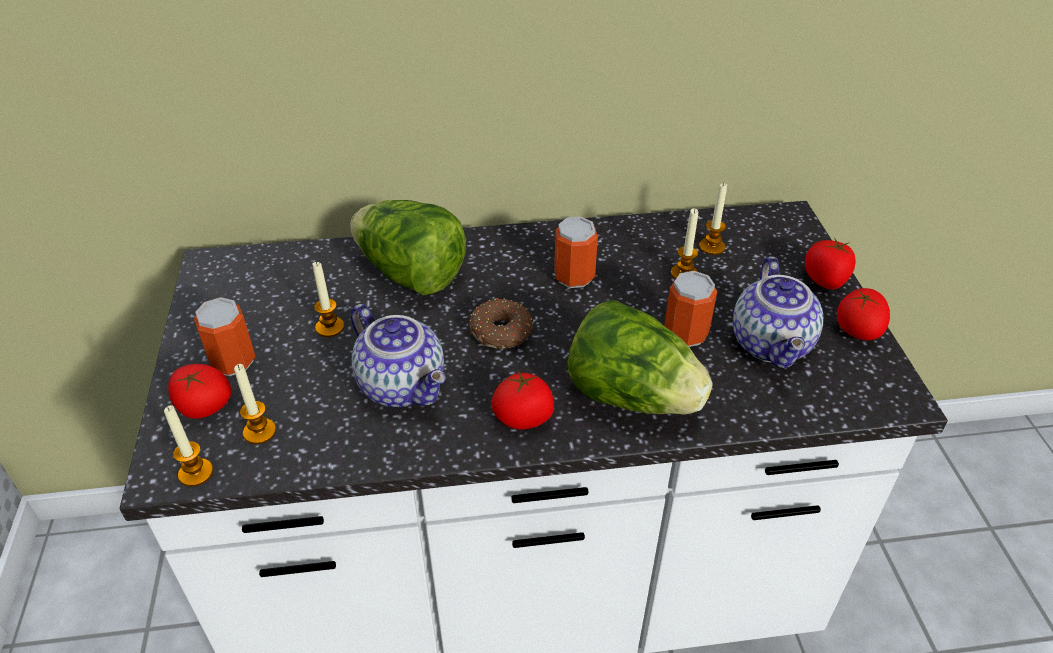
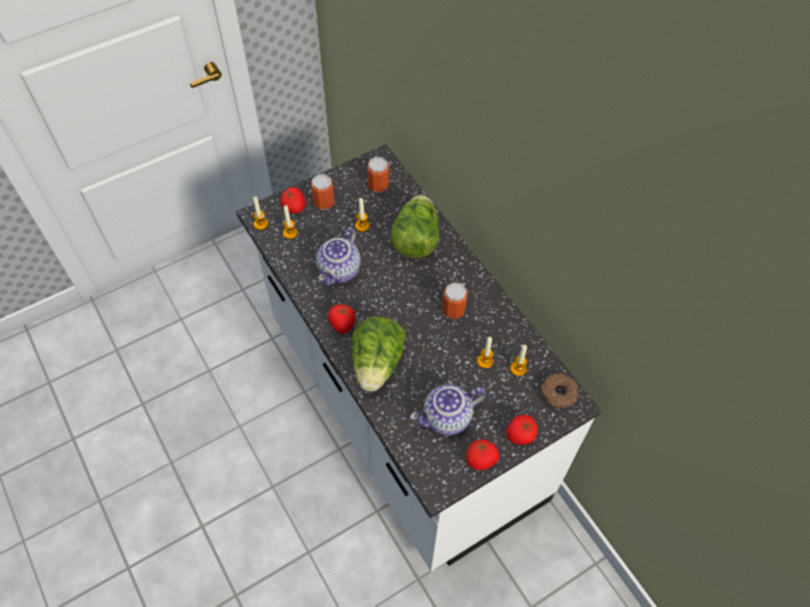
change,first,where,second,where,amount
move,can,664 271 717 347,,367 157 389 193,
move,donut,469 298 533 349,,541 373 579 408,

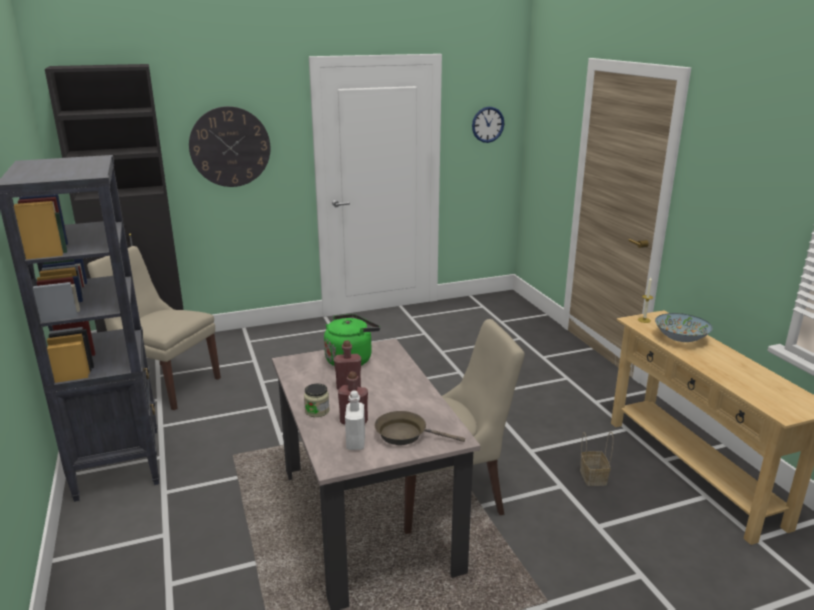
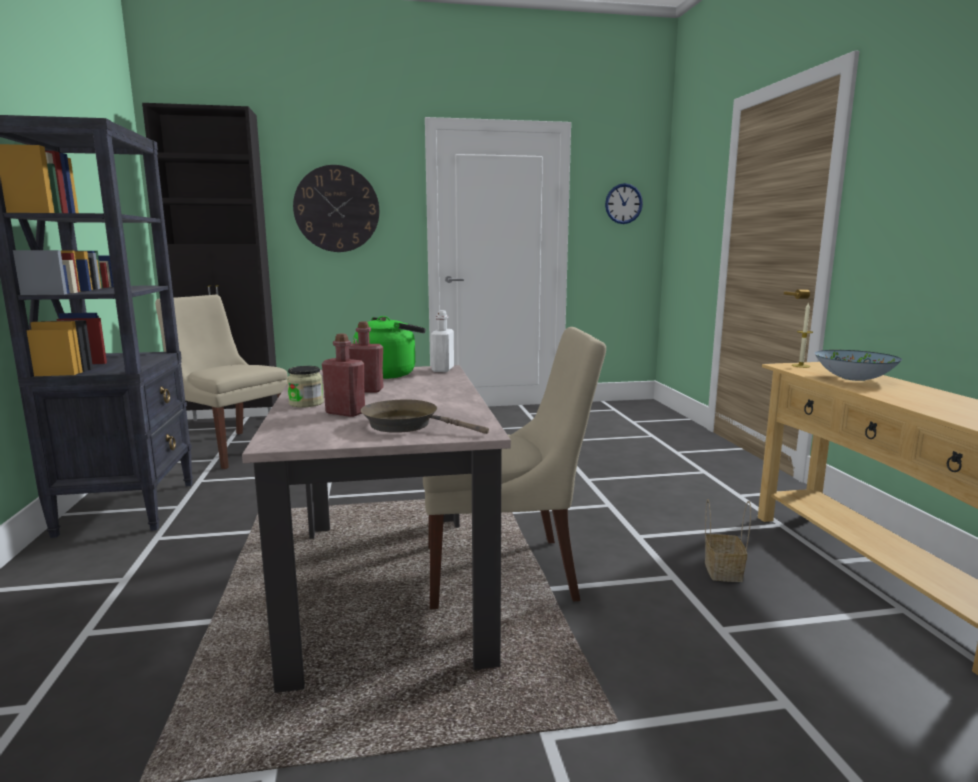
change,first,where,second,where,amount
move,bottle in white,345 391 365 450,,431 310 454 372,

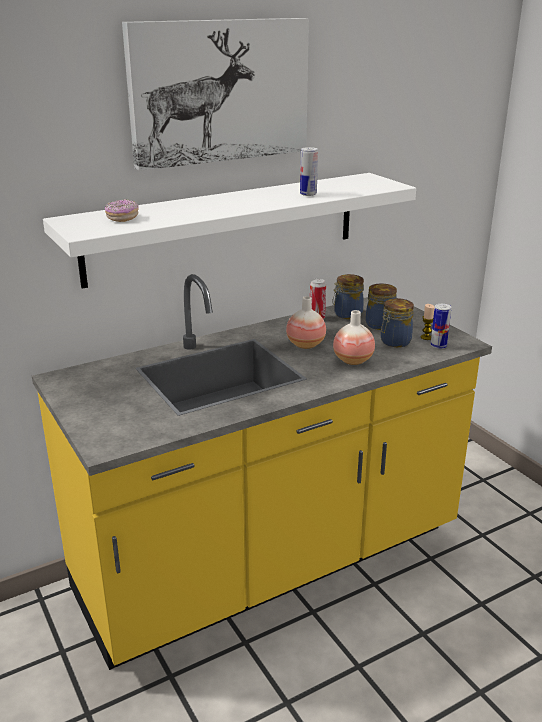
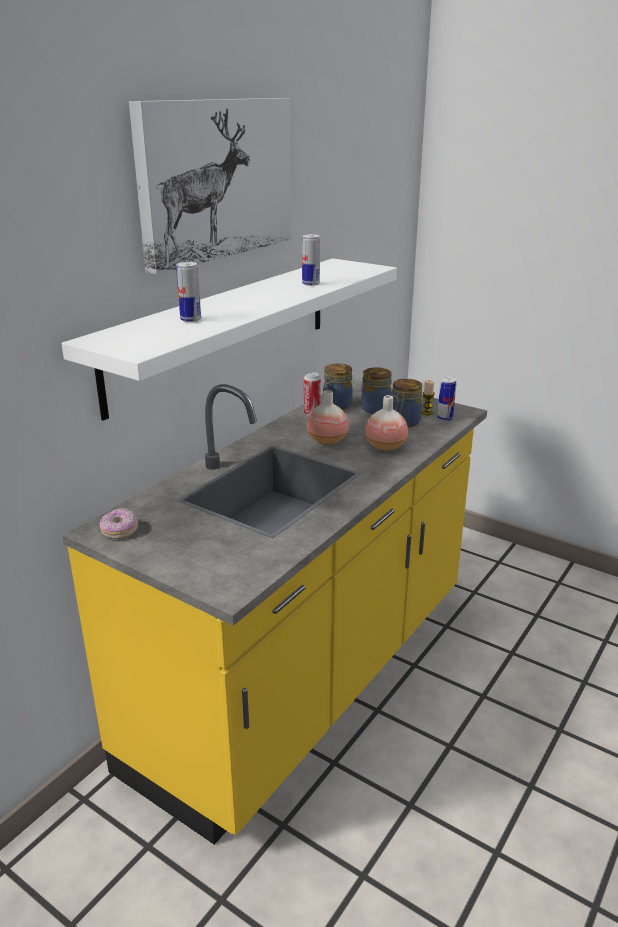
change,first,where,second,where,amount
move,donut,105 199 139 222,,99 508 138 539,
insert,,,can,176 262 201 322,

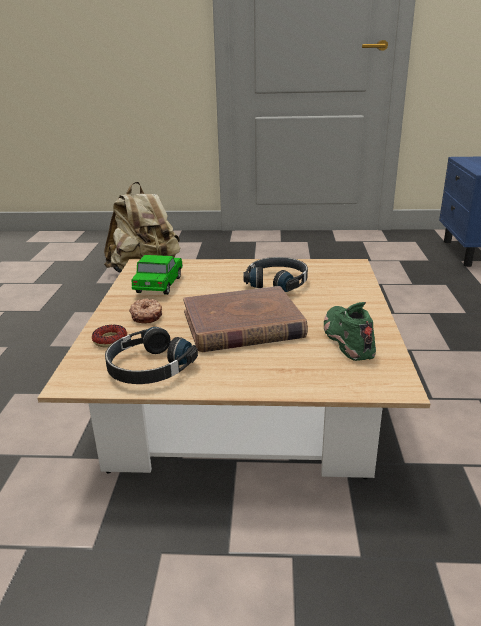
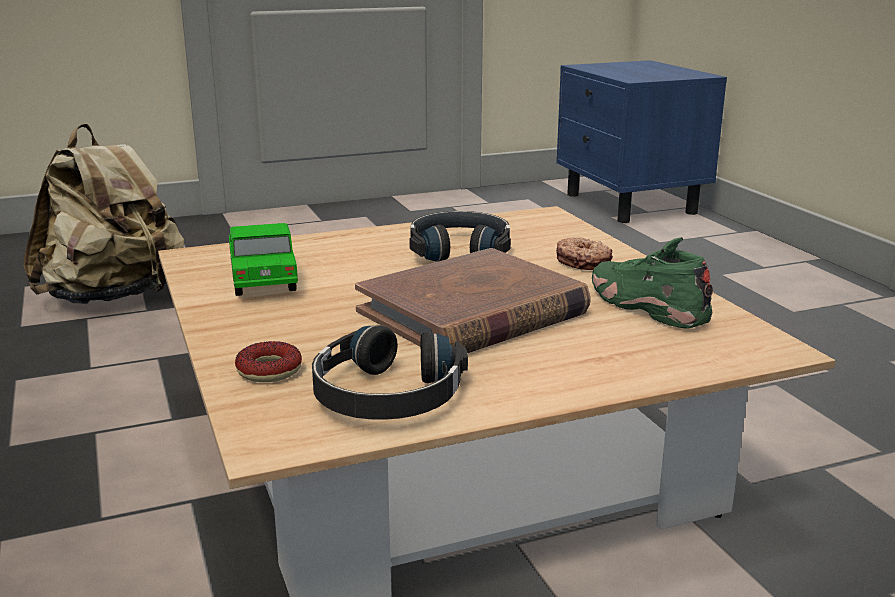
change,first,where,second,where,amount
move,donut,129 298 162 324,,556 237 613 270,

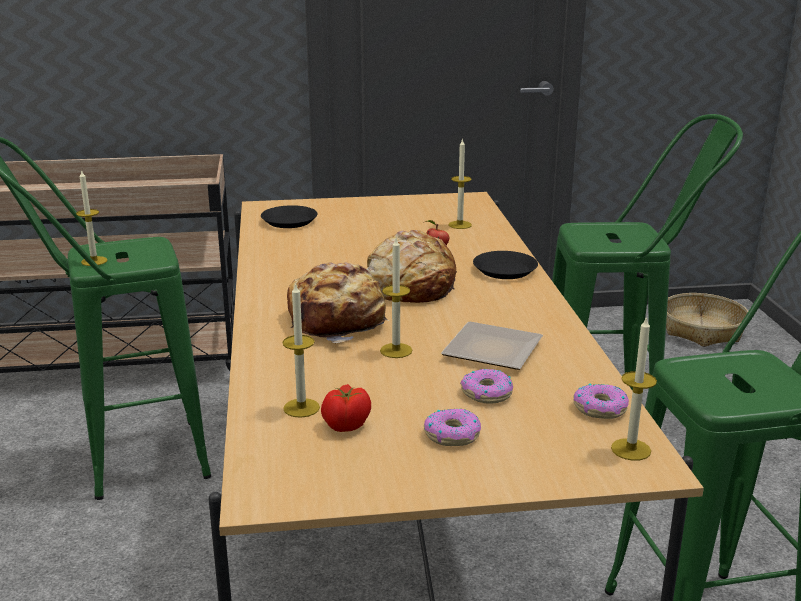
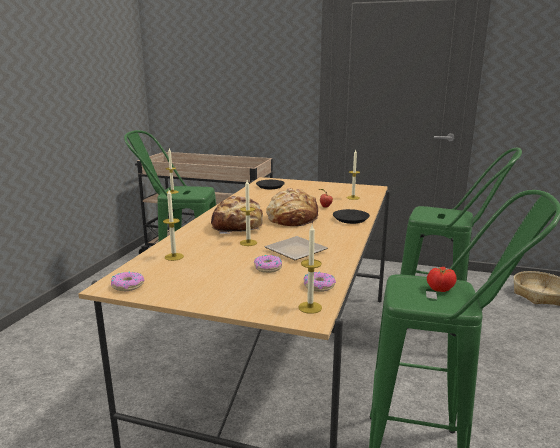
change,first,where,second,where,amount
move,tomato,321 384 371 432,,427 267 457 292,
move,donut,424 408 481 446,,111 271 145 291,

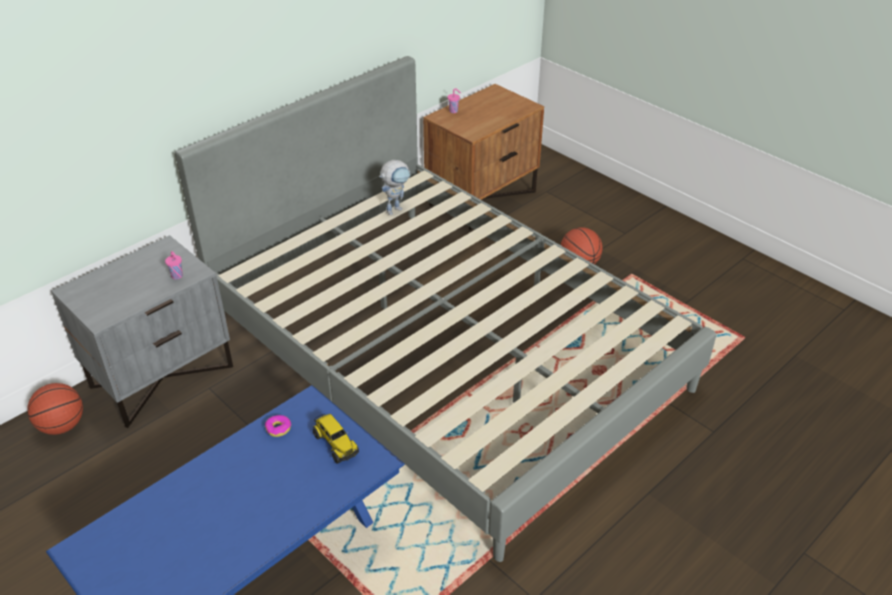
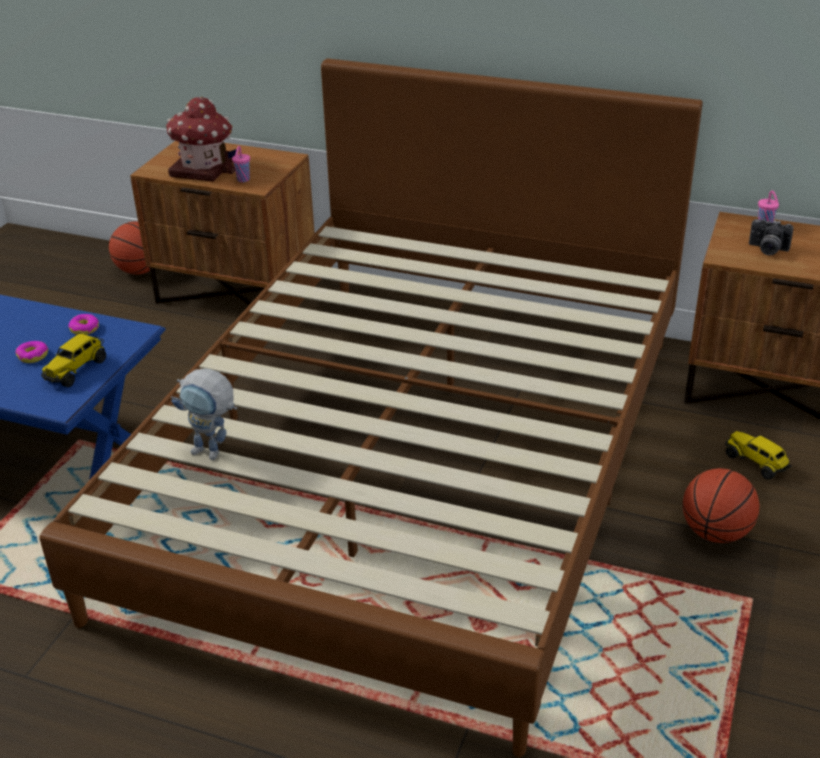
change,first,where,second,where,amount
recolor,bed in grey,175 56 716 562,bed in brown,40 58 703 757,
move,toy robot,379 160 410 215,,171 369 237 460,
recolor,nightstand in grey,51 235 233 428,nightstand in brown,130 141 315 305,
insert,,,toy house,166 97 237 182,
insert,,,photo camera,749 219 793 256,
insert,,,donut,16 341 49 363,
insert,,,toy truck,725 431 792 480,

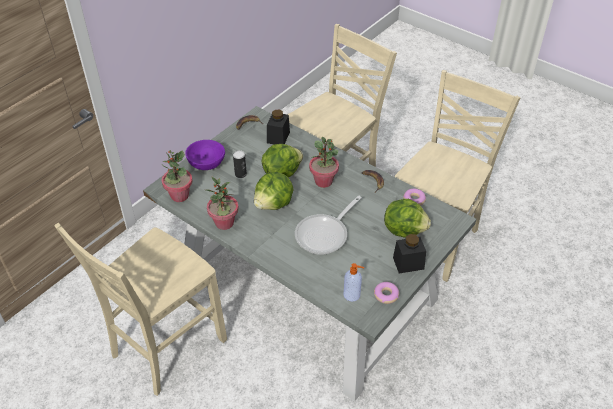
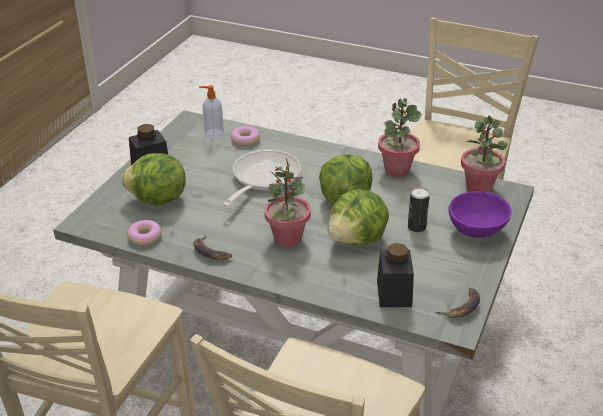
change,first,where,second,where,amount
move,donut,374 282 399 304,,231 126 260 146,

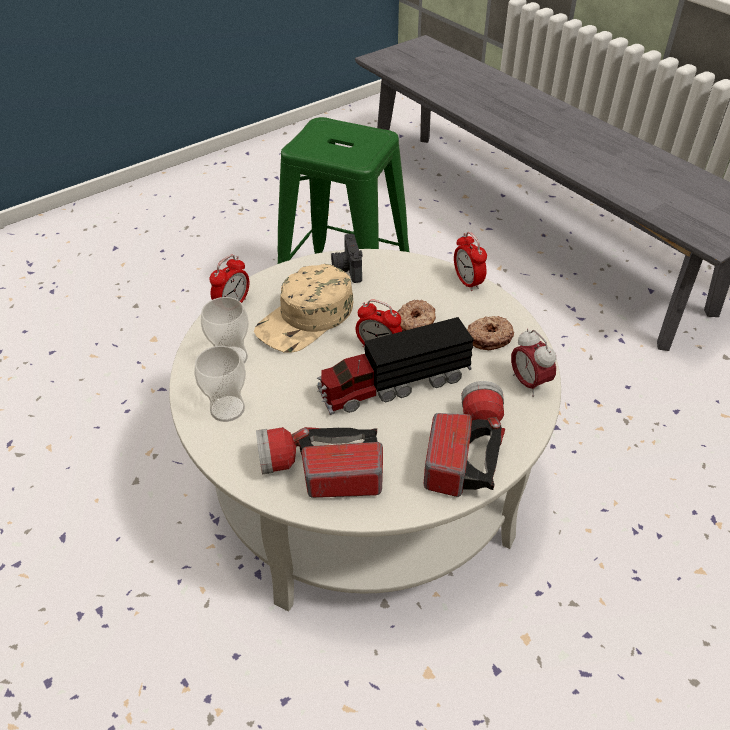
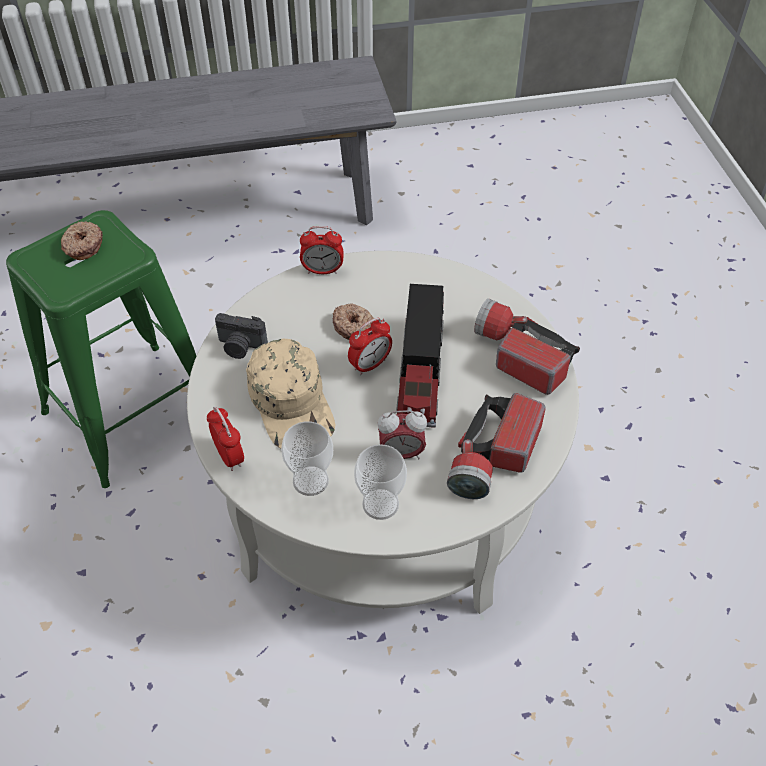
change,first,where,second,where,amount
move,donut,467 316 514 350,,61 221 103 260,
move,alarm clock,511 329 556 397,,377 410 427 459,

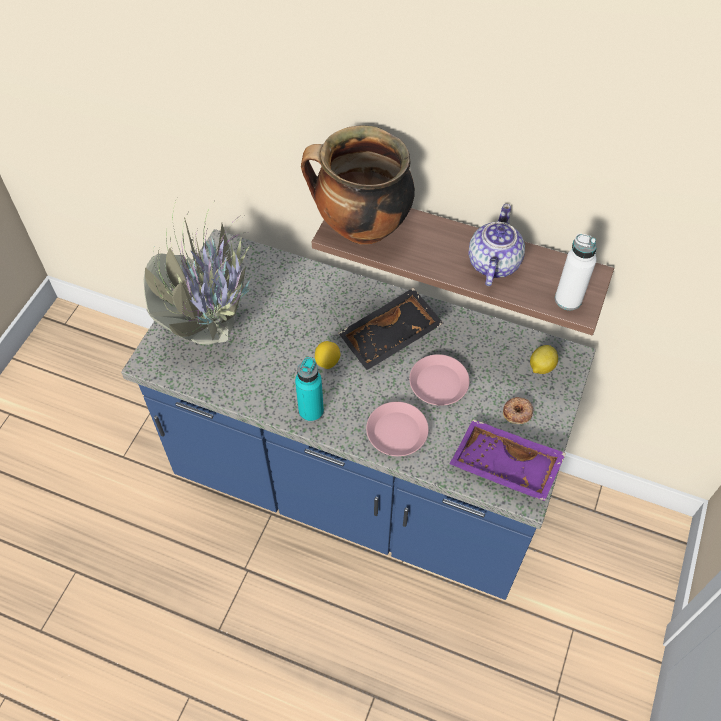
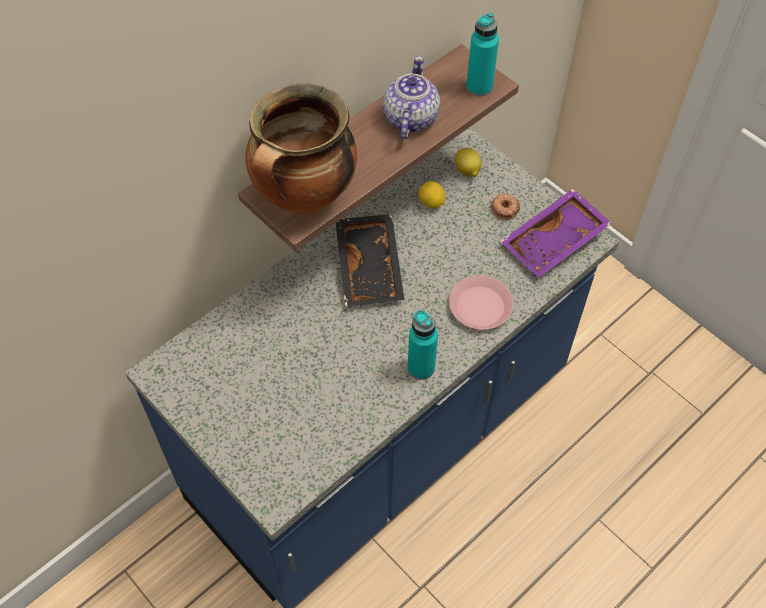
change,first,where,second,where,amount
delete,potted plant,144 198 306 346,,,
rotate,teapot,468 204 525 286,,383 56 440 139,60 degrees clockwise
recolor,bottle in white,555 234 597 310,bottle in turquoise,466 13 499 96,
move,lemon,315 341 340 369,,418 181 445 209,
delete,plate in pink,409 354 470 406,,,

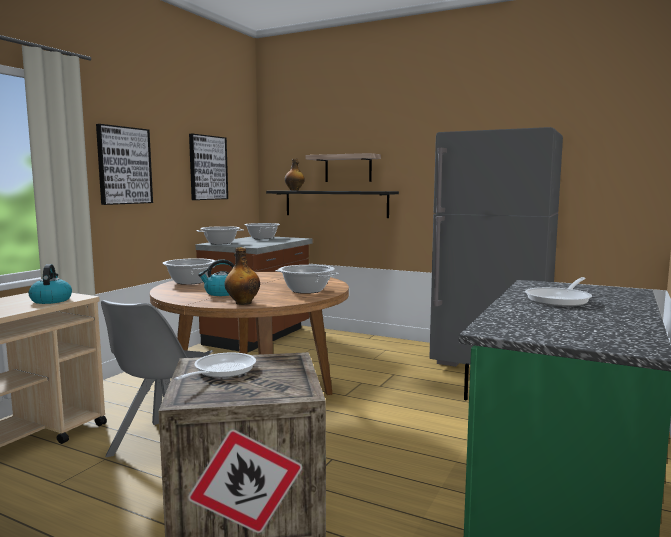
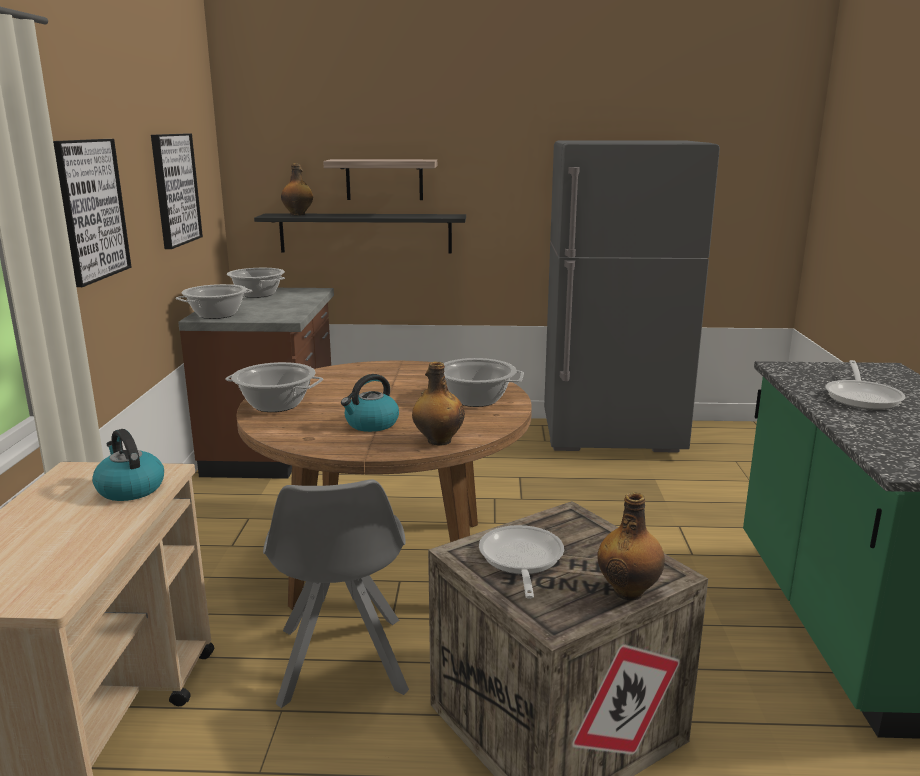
change,first,where,second,where,amount
insert,,,bottle,597 492 665 600,

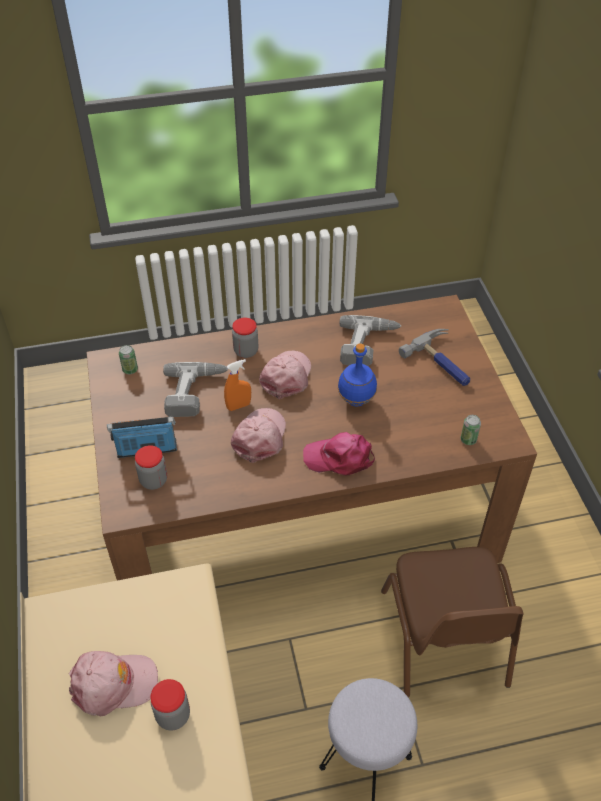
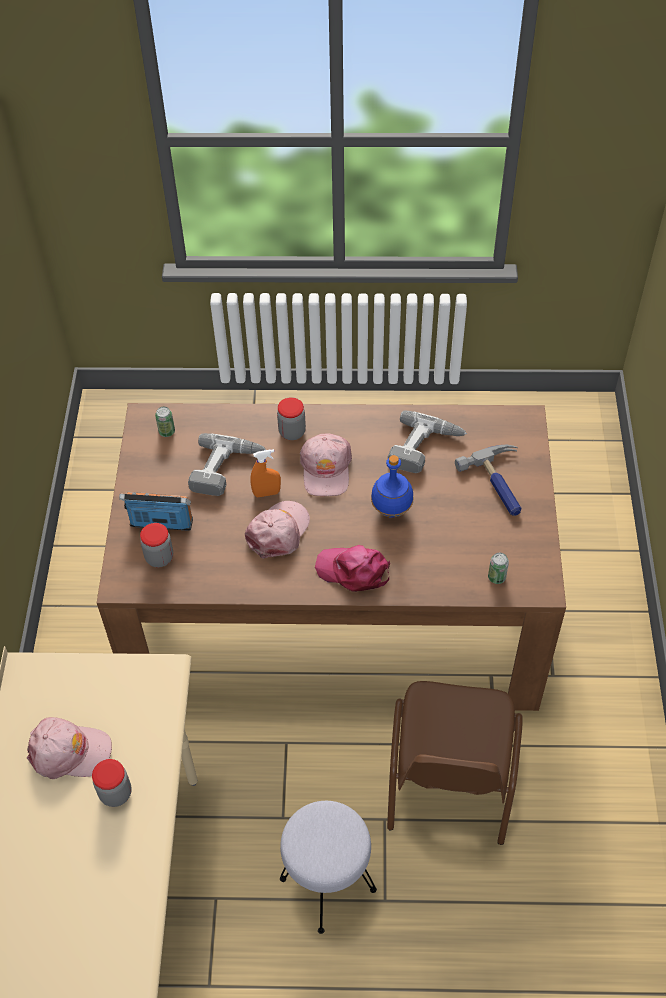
change,first,where,second,where,amount
rotate,cap in pink,259 350 311 399,,300 433 352 496,150 degrees clockwise

